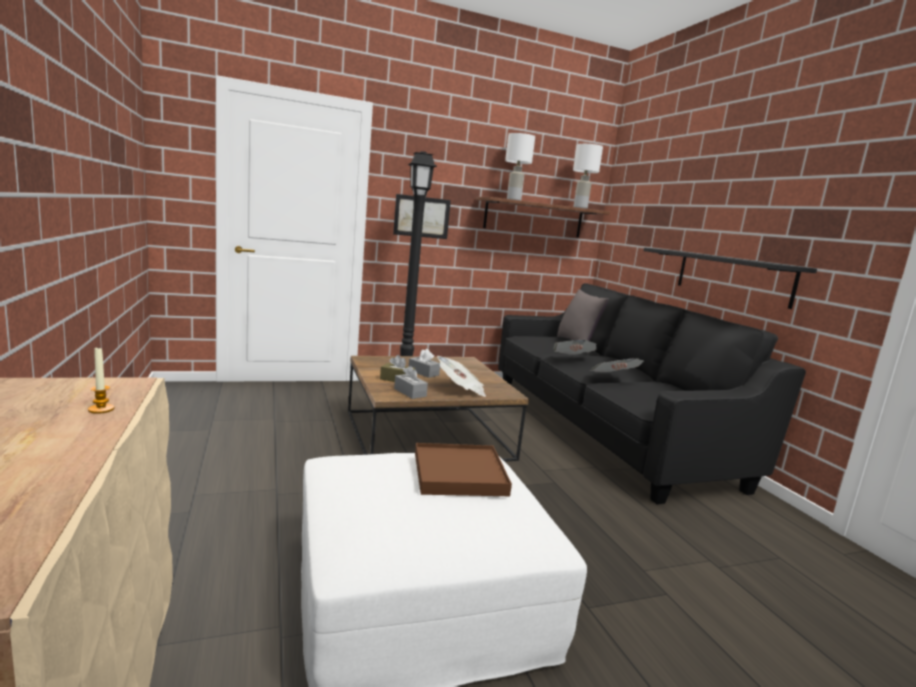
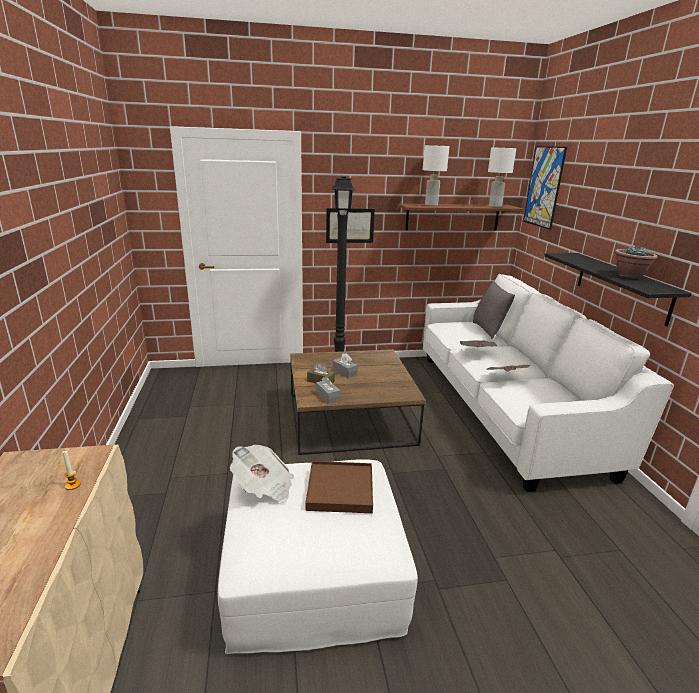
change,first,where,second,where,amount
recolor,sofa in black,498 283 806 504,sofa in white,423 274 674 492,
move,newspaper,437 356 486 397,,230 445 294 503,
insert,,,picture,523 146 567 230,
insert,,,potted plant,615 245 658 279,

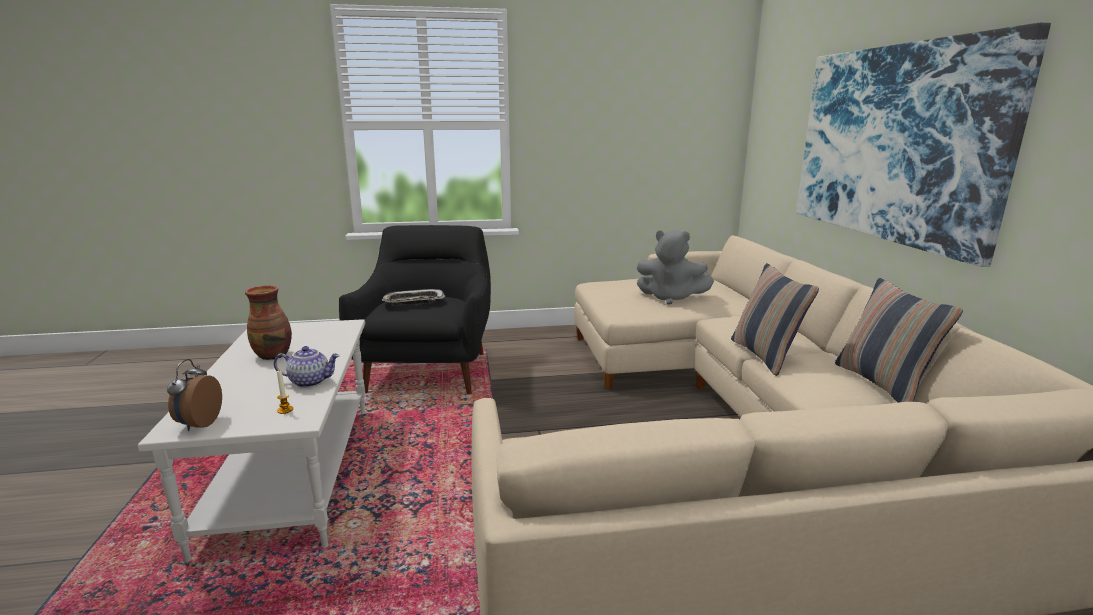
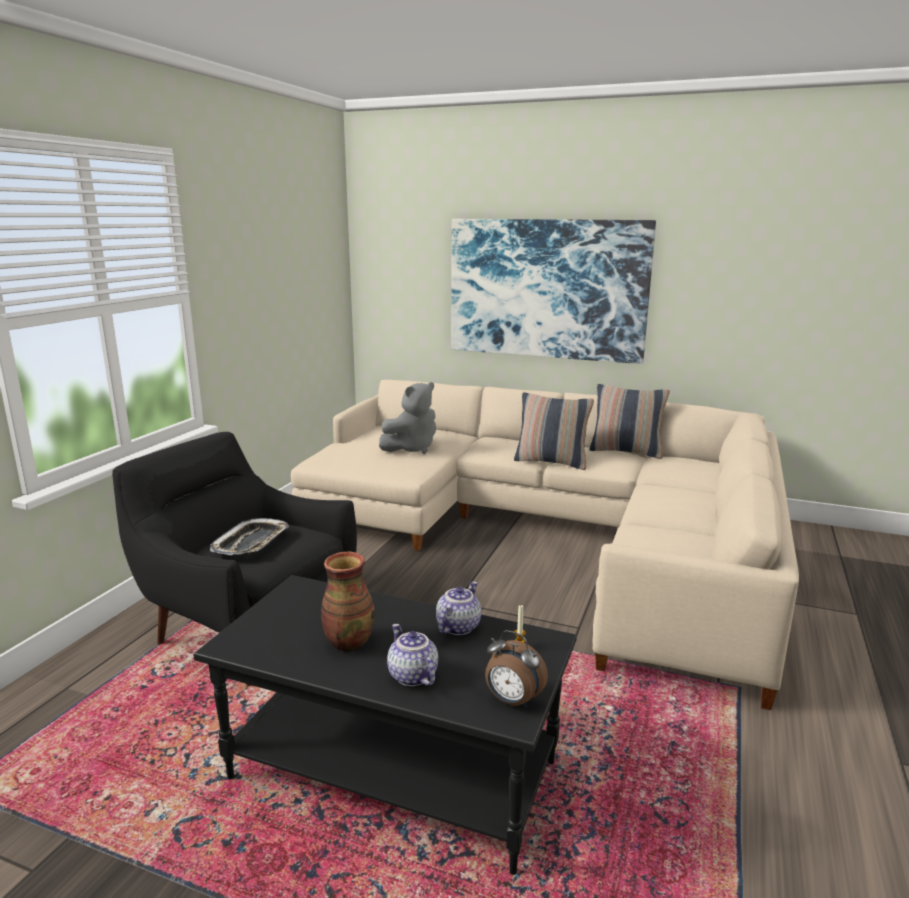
change,first,where,second,where,amount
recolor,coffee table in white,138 319 365 562,coffee table in black,193 575 577 875,
insert,,,teapot,387 624 438 686,

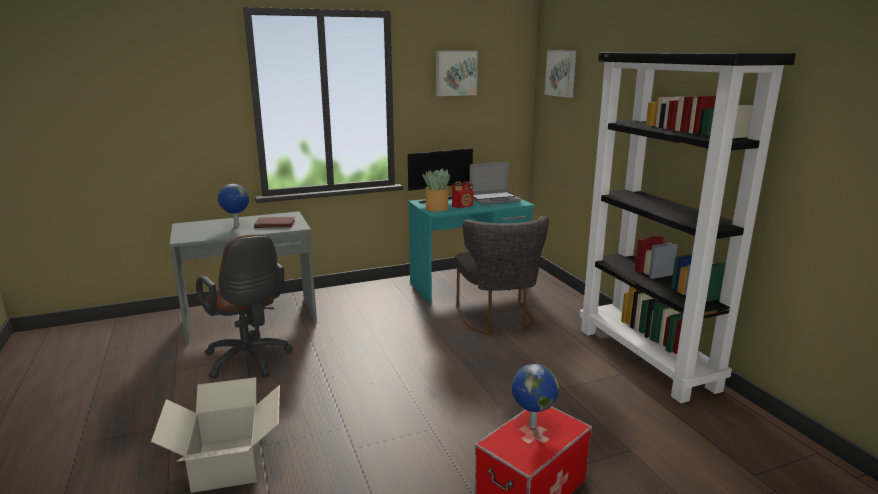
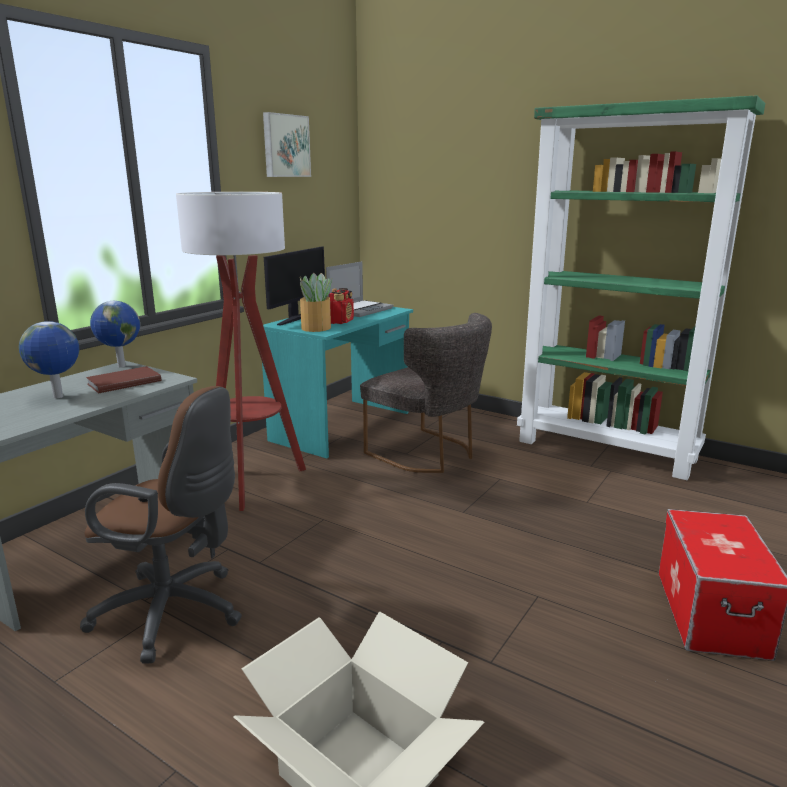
change,first,where,second,where,amount
delete,picture,544 50 577 98,,,
recolor,bookcase in black,579 52 796 403,bookcase in green,517 95 765 480,
move,globe,512 364 559 428,,90 301 140 368,
insert,,,floor lamp,176 192 306 511,

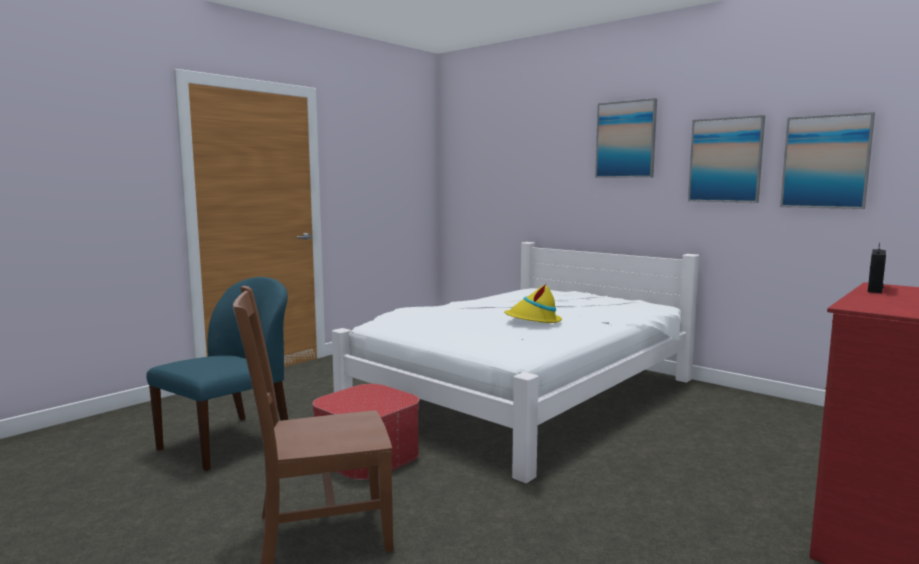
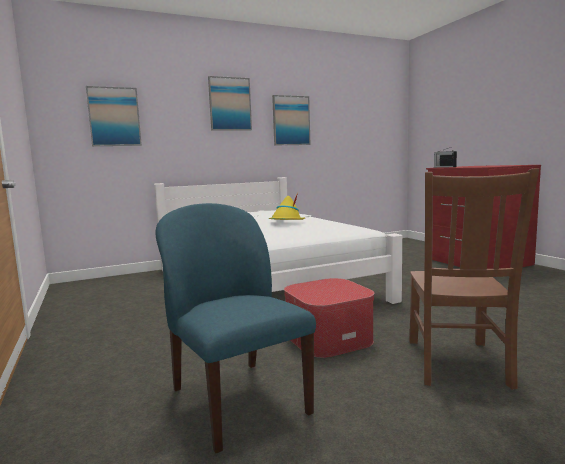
change,first,where,second,where,amount
move,picture,780 112 875 209,,86 86 142 146,

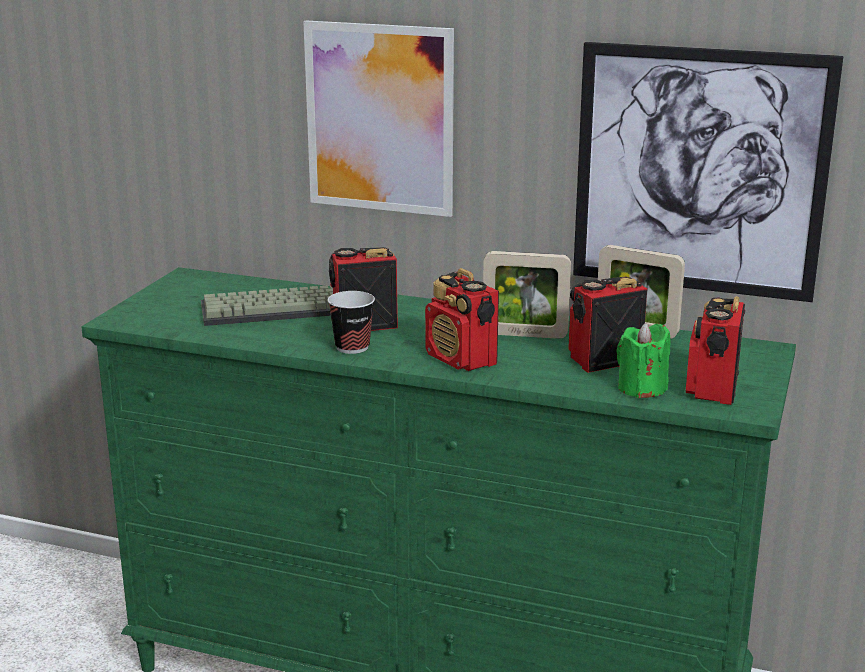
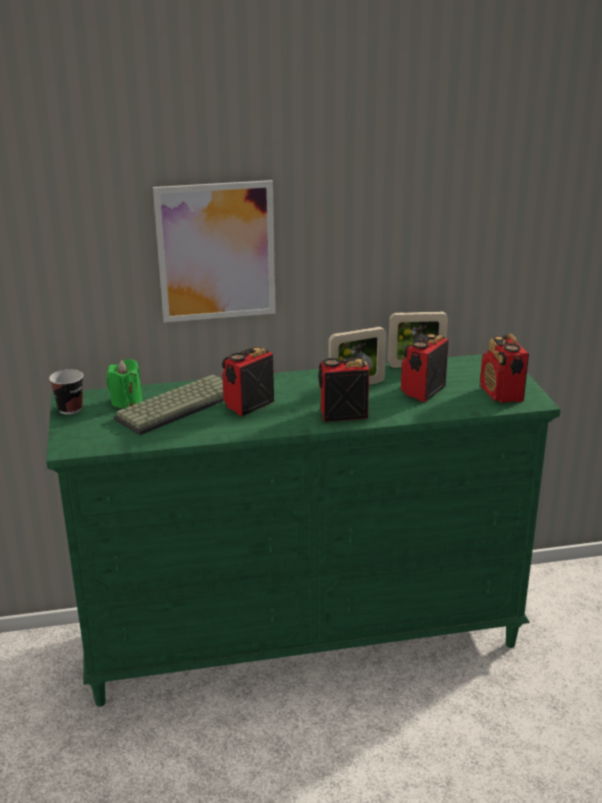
change,first,where,second,where,amount
delete,picture,573 42 843 302,,,
rotate,radio,425 268 499 371,,318 358 369 422,150 degrees clockwise
move,cup,328 291 375 354,,49 369 83 415,
move,candle in green,616 322 670 398,,106 359 143 408,

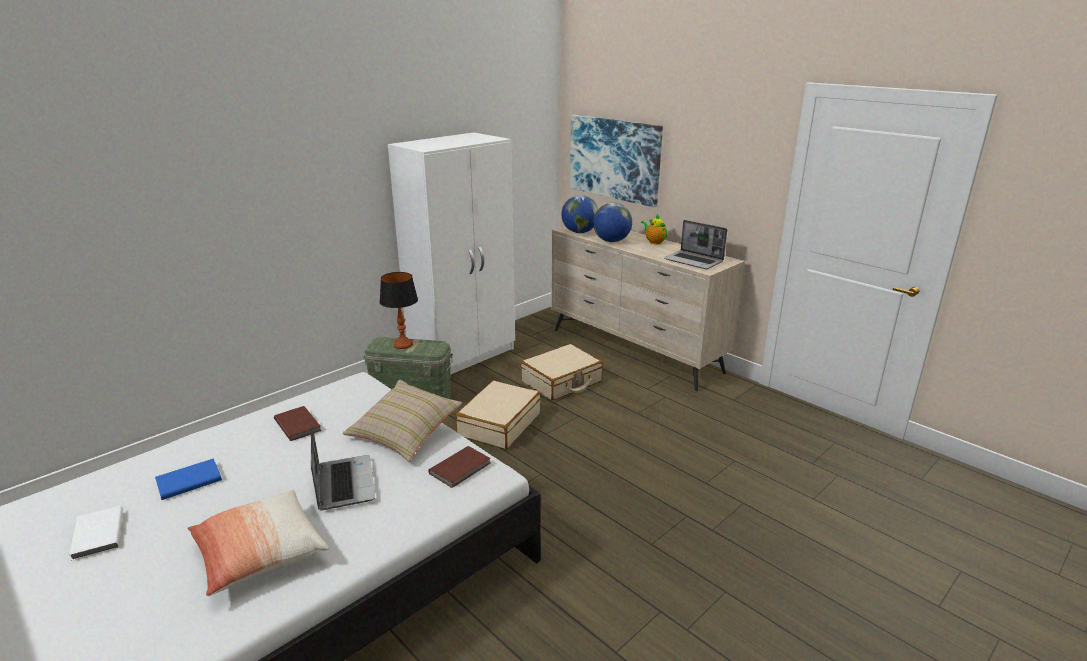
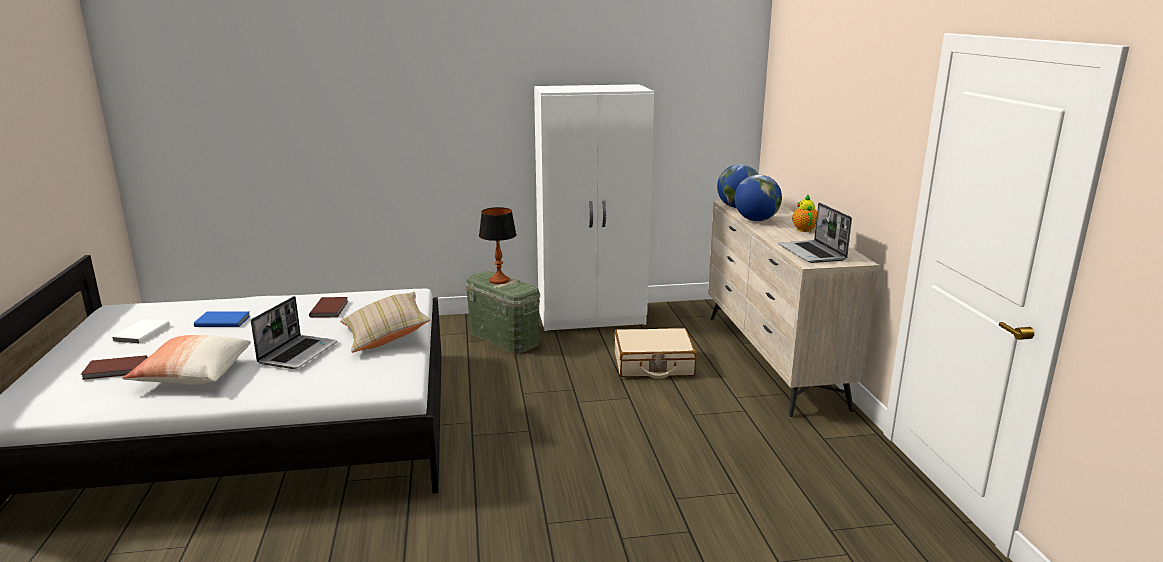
change,first,where,second,where,amount
delete,picture,570 115 663 207,,,
delete,suitcase in beige,456 381 540 450,,,
move,book in brown,428 446 491 488,,80 355 147 380,

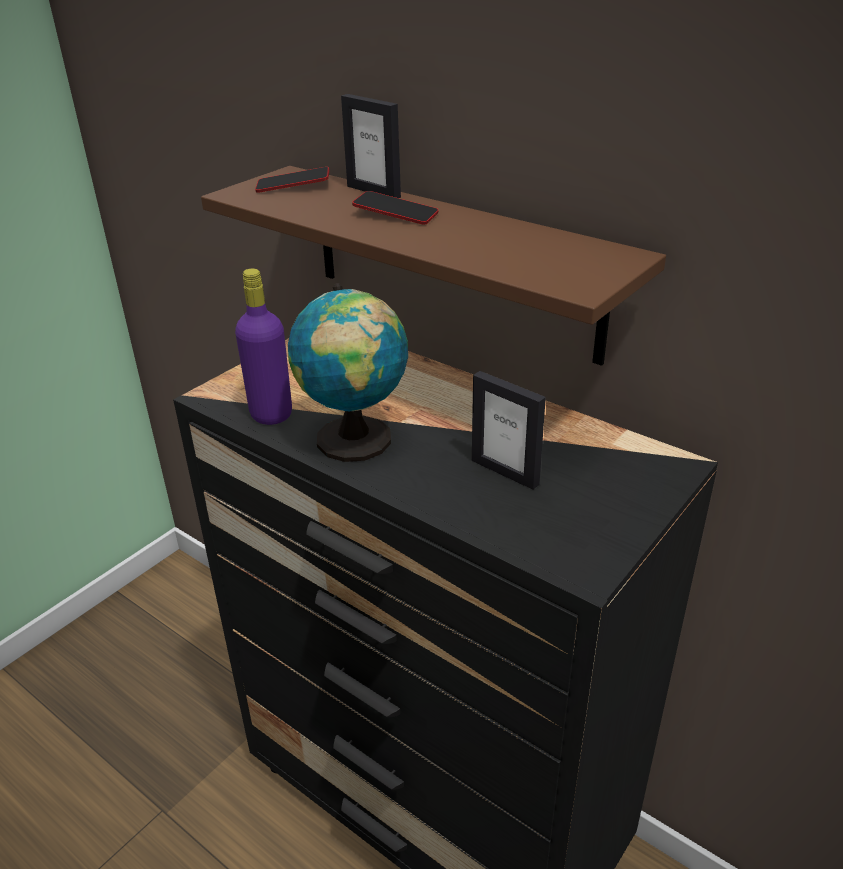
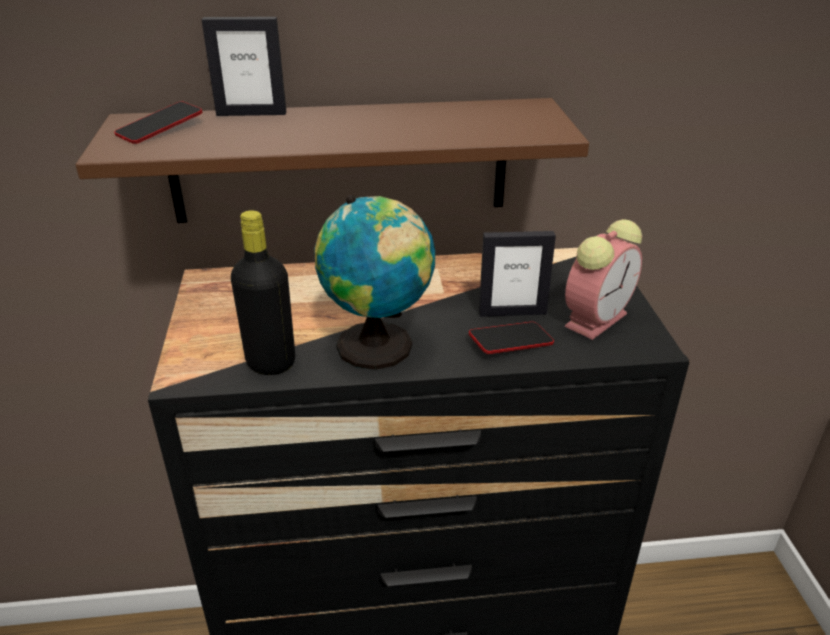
change,first,where,second,where,amount
move,phone,352 191 438 224,,469 322 554 354,
recolor,bottle in purple,235 268 292 425,bottle in black,231 210 295 375,
insert,,,alarm clock,565 219 642 340,

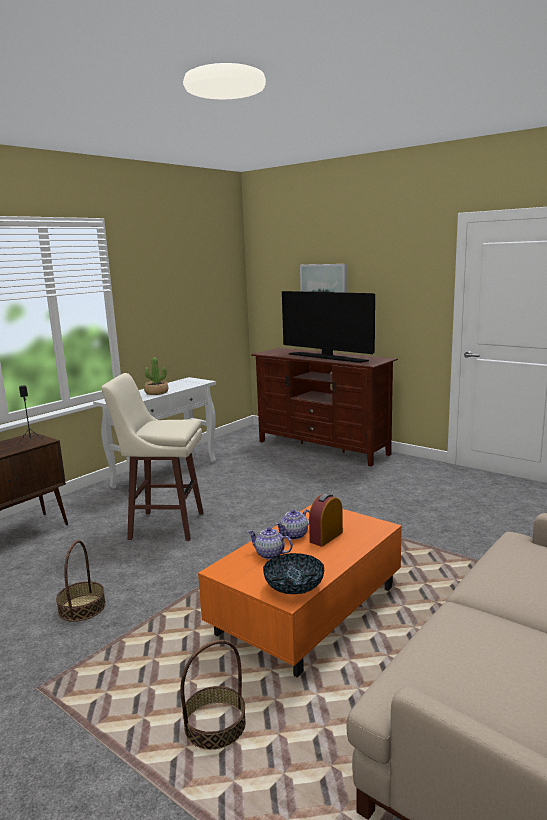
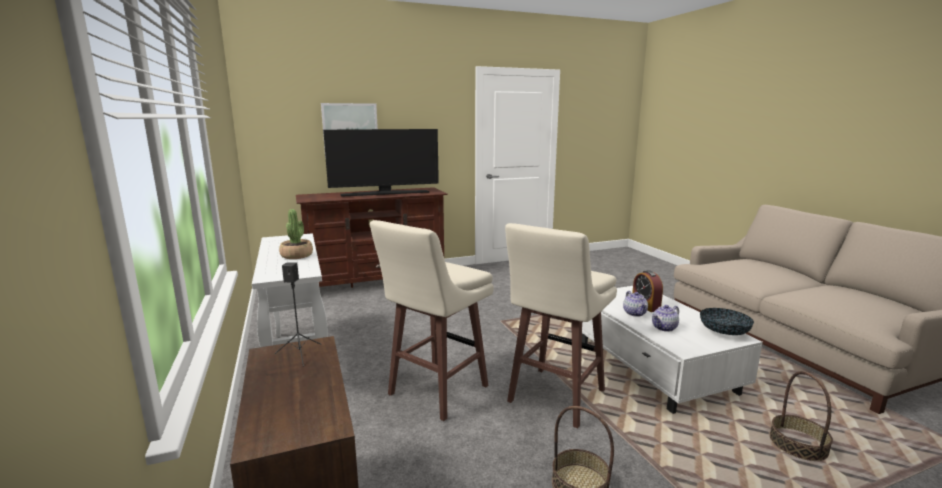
change,first,where,second,where,amount
recolor,coffee table in orange,198 505 402 678,coffee table in white,582 286 763 414,
insert,,,stool in beige,505 223 617 428,

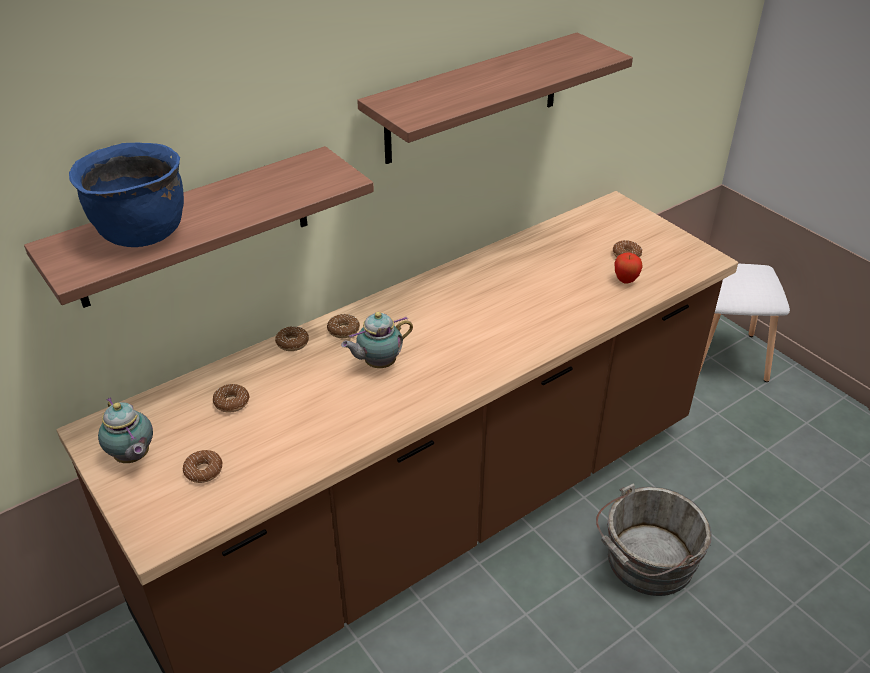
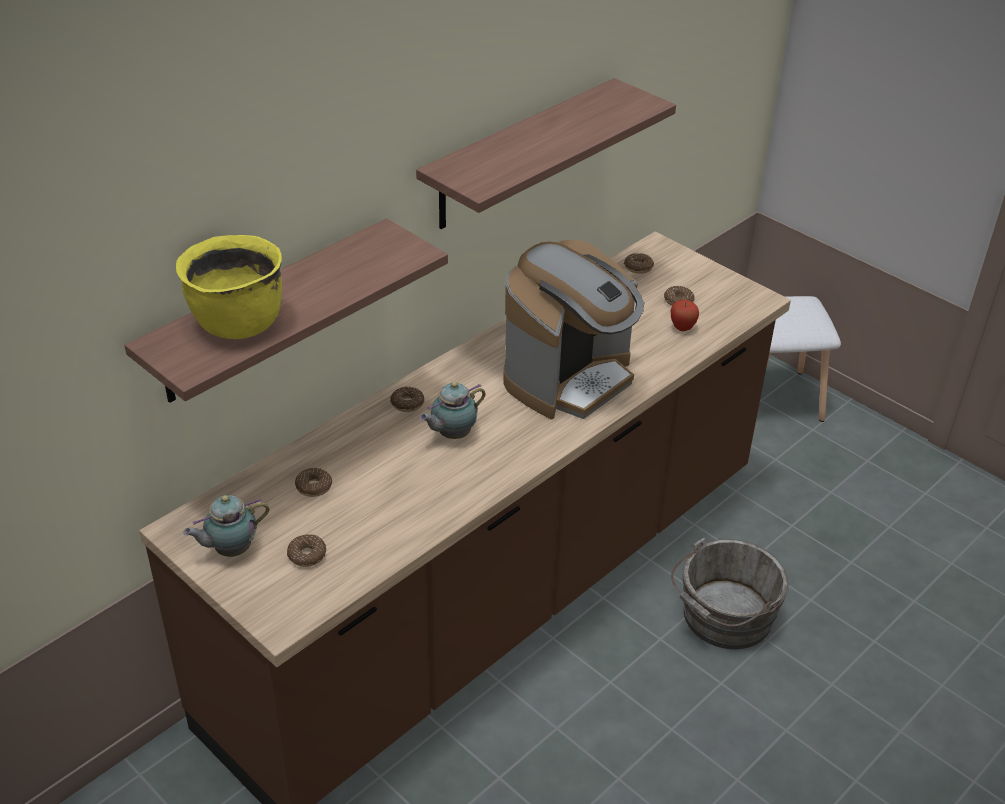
change,first,where,second,where,amount
recolor,cooking pot in blue,69 143 184 247,cooking pot in yellow,176 235 282 339,
move,donut,275 326 309 351,,624 253 654 274,
rotate,teapot,98 397 153 463,,183 495 270 557,105 degrees clockwise
insert,,,coffee machine,503 240 644 420,

